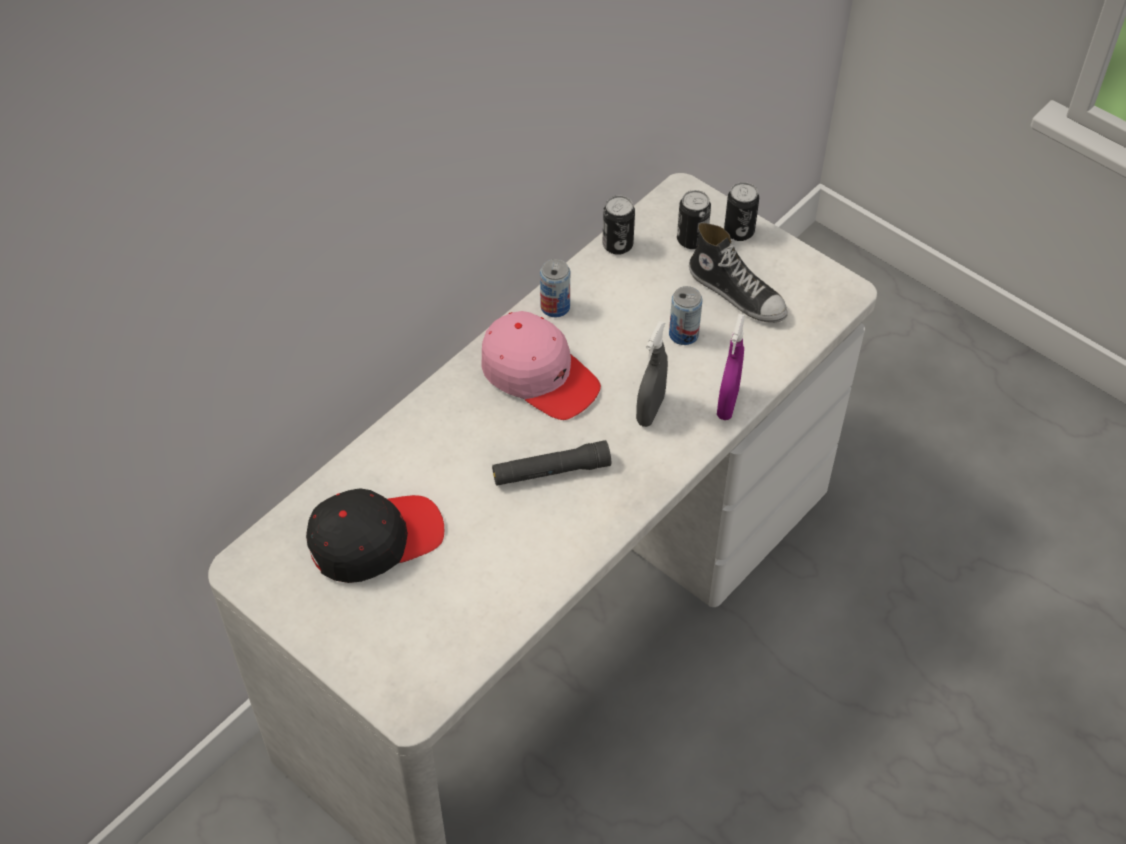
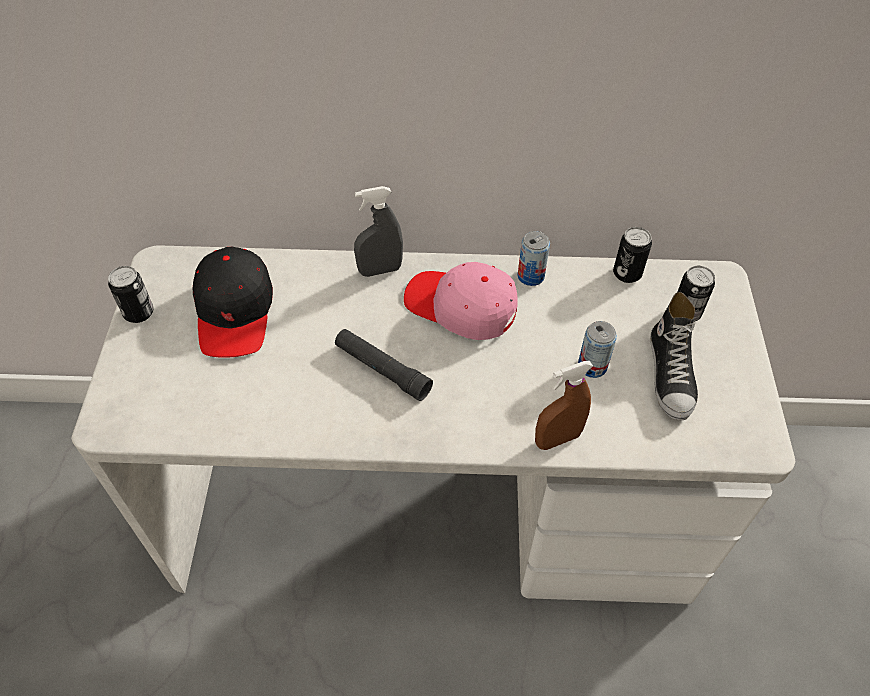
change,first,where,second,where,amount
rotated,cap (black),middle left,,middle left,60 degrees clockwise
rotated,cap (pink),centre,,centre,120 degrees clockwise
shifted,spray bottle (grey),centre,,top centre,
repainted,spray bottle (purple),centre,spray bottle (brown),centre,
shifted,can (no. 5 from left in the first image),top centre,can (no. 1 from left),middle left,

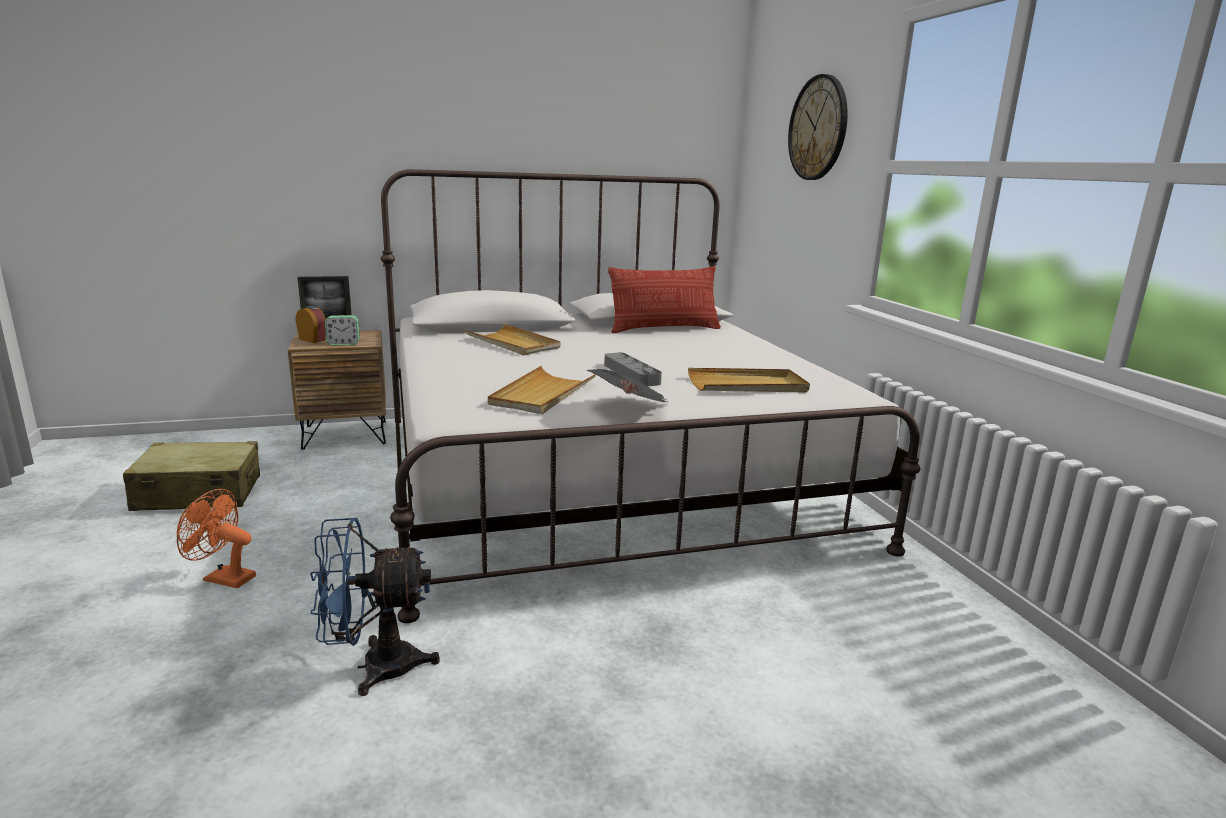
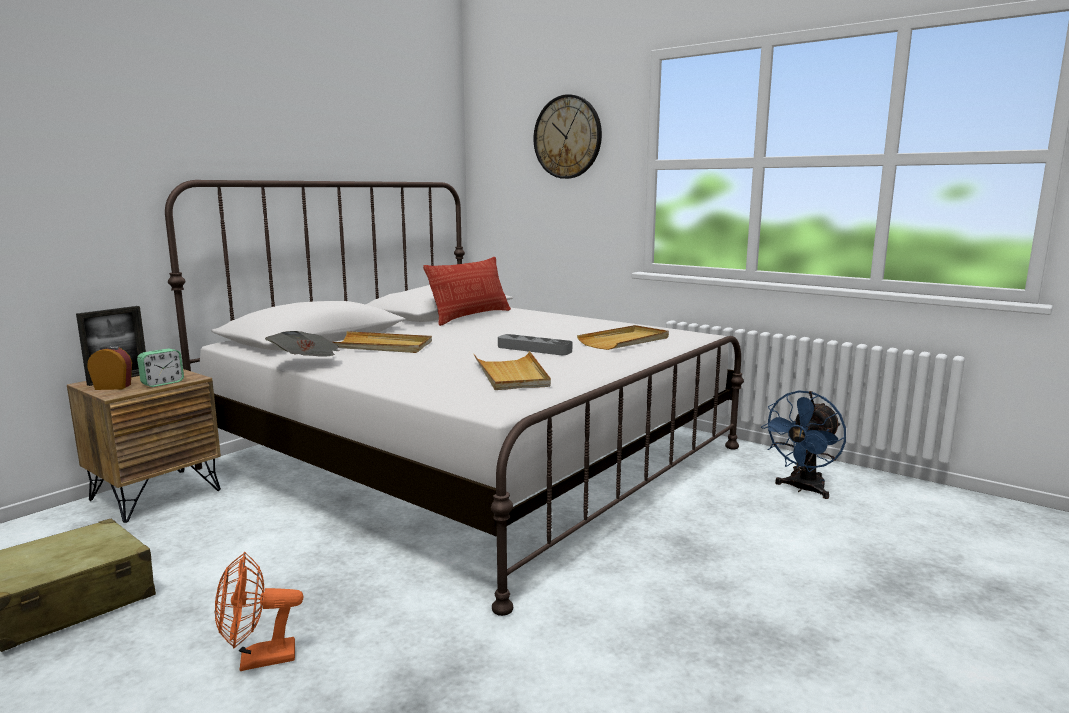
change,first,where,second,where,amount
shifted,fan (blue),bottom left,,middle right,
shifted,newspaper,centre,,middle left,

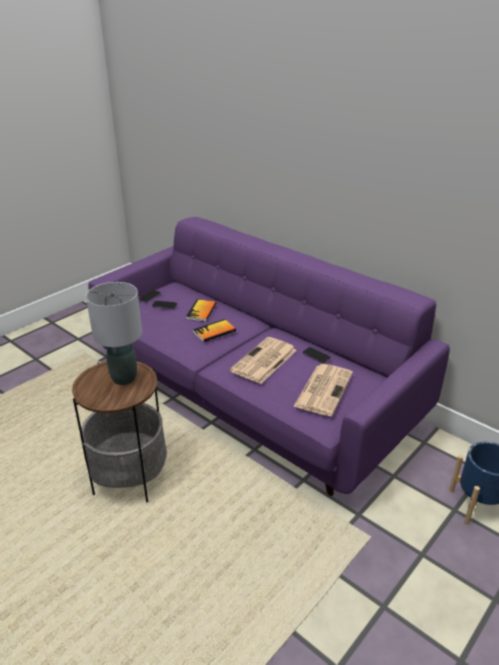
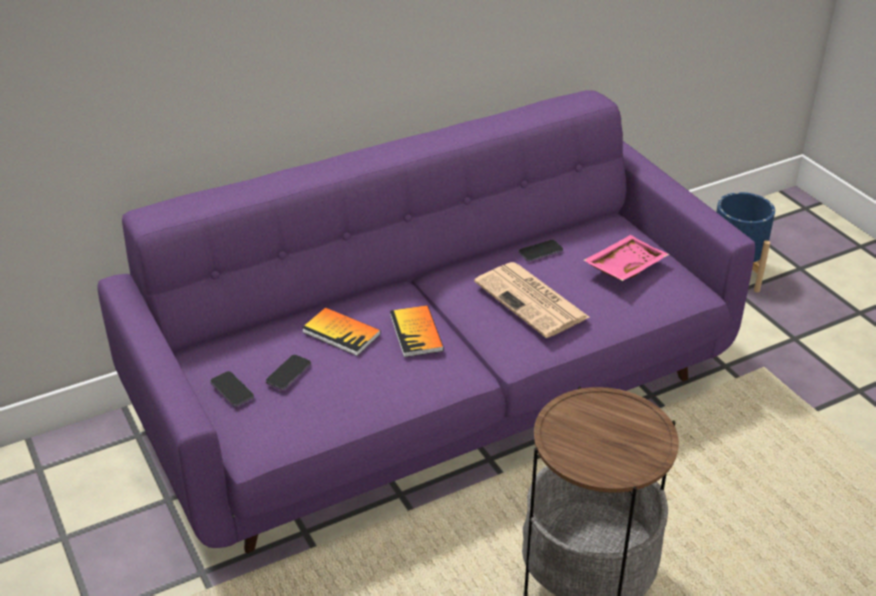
change,first,where,second,where,amount
gone,table lamp (grey),middle left,,,
swapped,newspaper (no. 2 from left),centre,tray (pink),middle right,

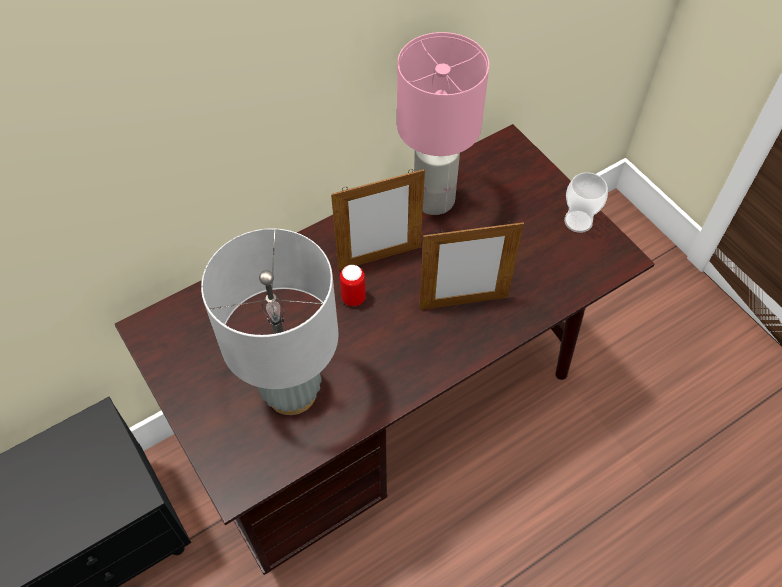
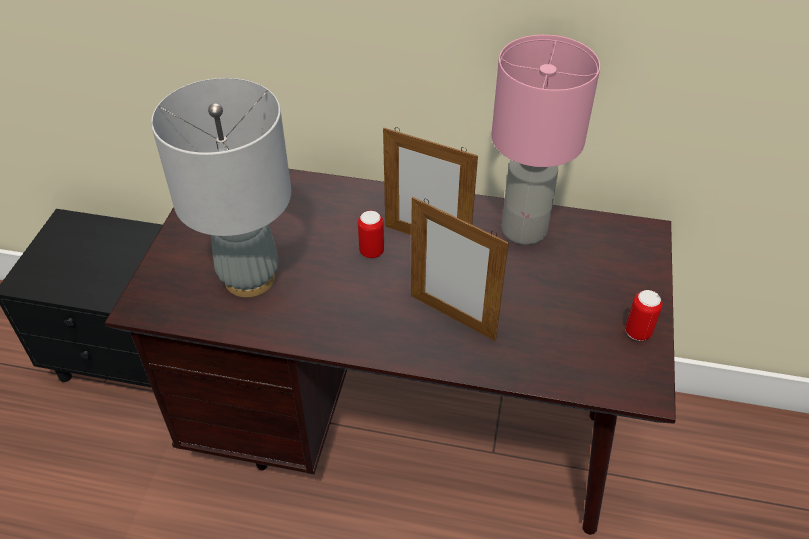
change,first,where,second,where,amount
swapped,cup,middle right,can (no. 2 from left),middle right,

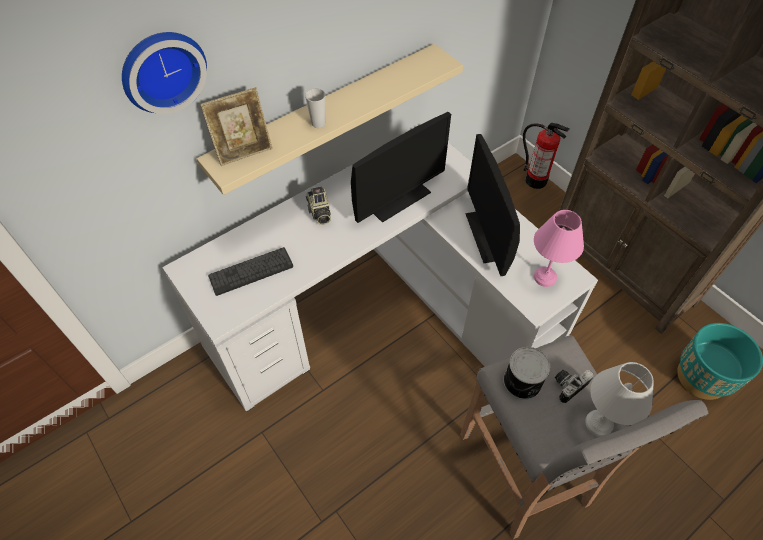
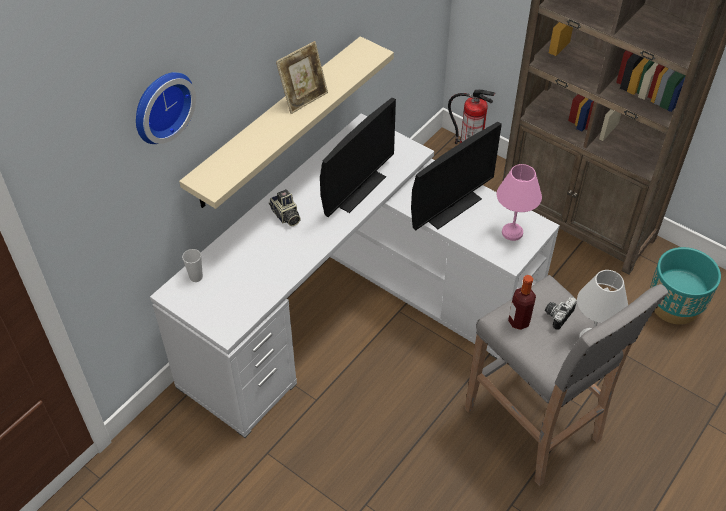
change,first,where,second,where,amount
shifted,picture frame,top left,,top centre,
gone,keyboard,middle left,,,
shifted,cup,top centre,,middle left,
rotated,monitor (no. 2 from left),centre,,centre,105 degrees counterclockwise
swapped,can,bottom right,bottle,middle right,

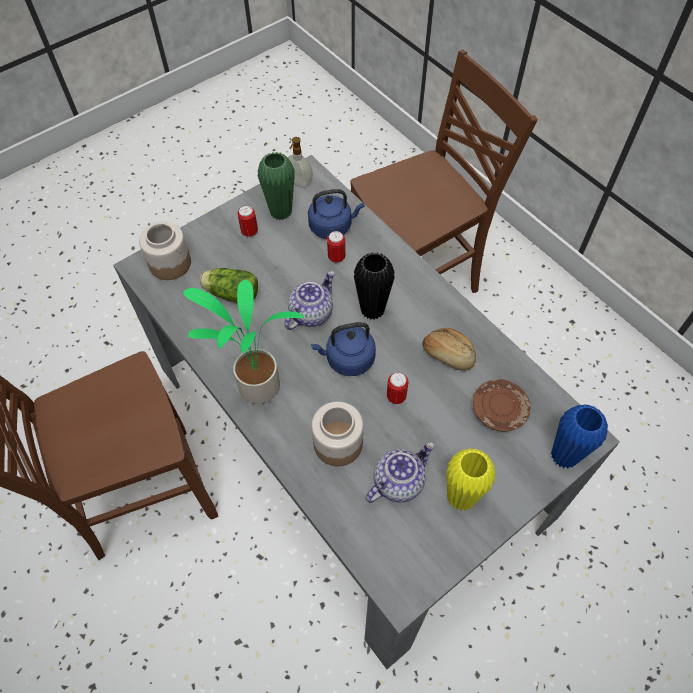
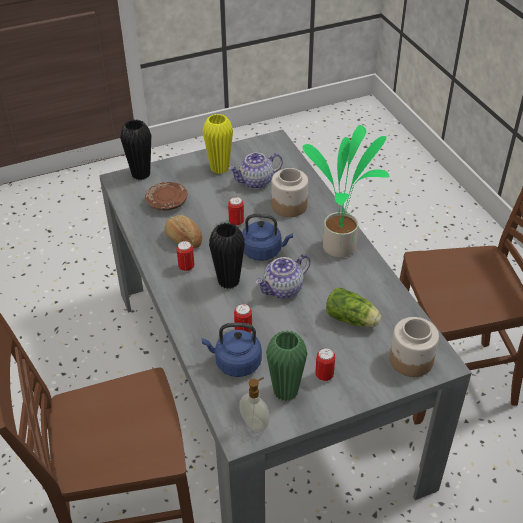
change,first,where,second,where,amount
repainted,vase (blue),middle right,vase (black) (no. 1 from left),top left,
new,,,can (no. 1 from left),centre,

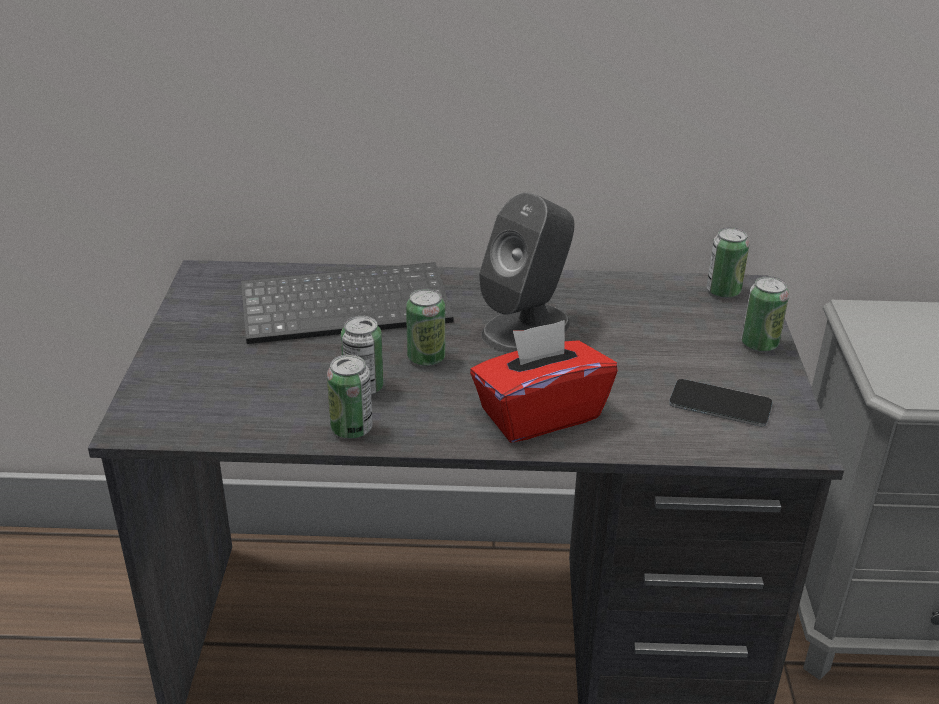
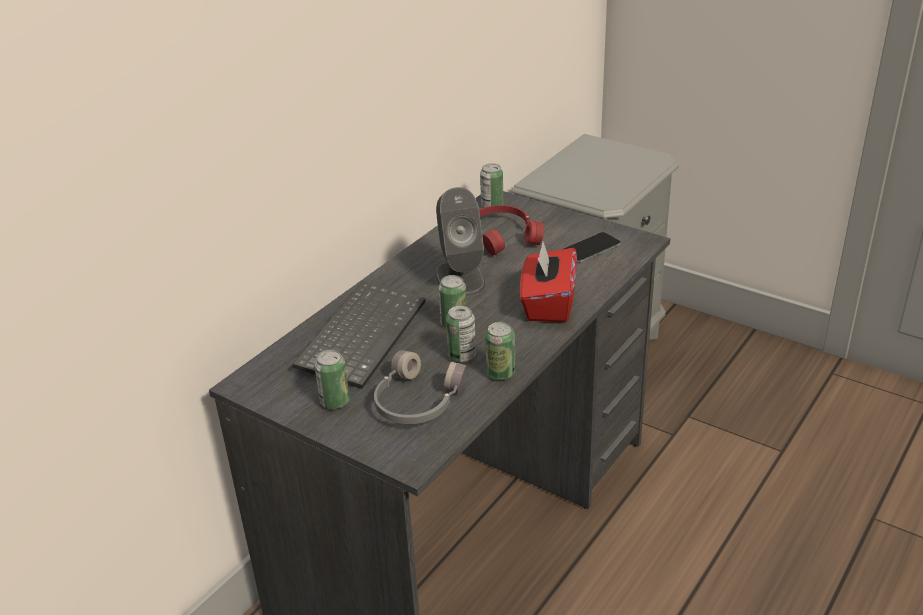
change,first,where,second,where,amount
shifted,can (no. 5 from left in the first image),middle right,can (no. 1 from left),centre,
new,,,headphones (grey),centre,
new,,,headphones (red),centre,

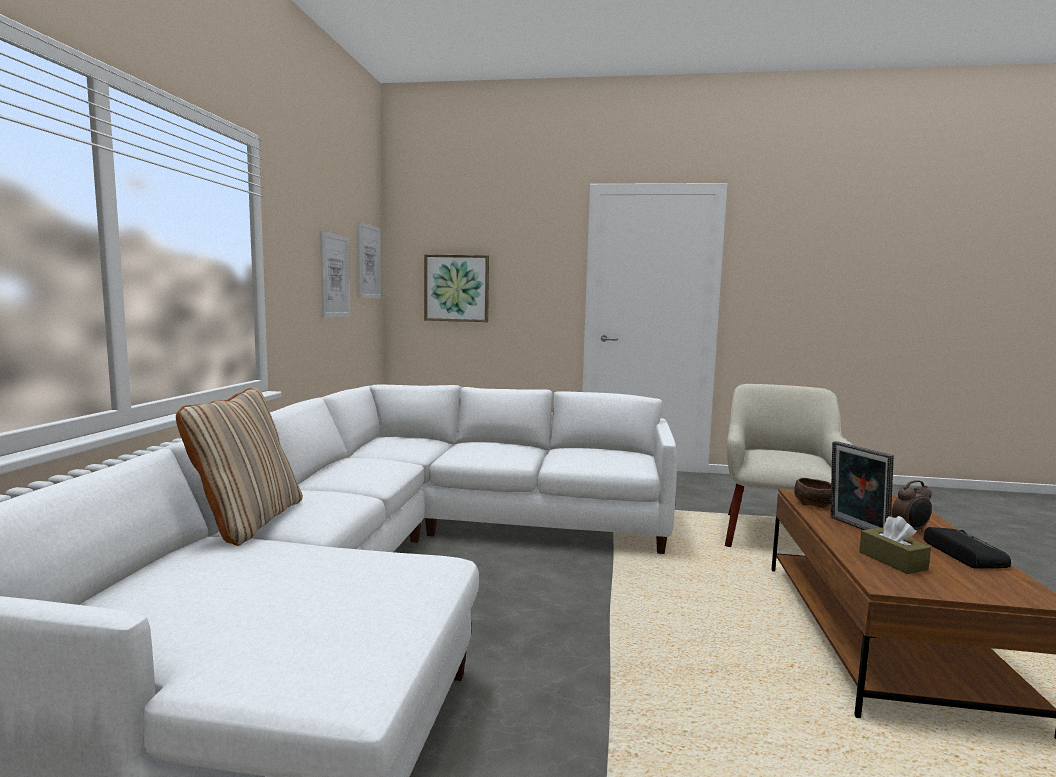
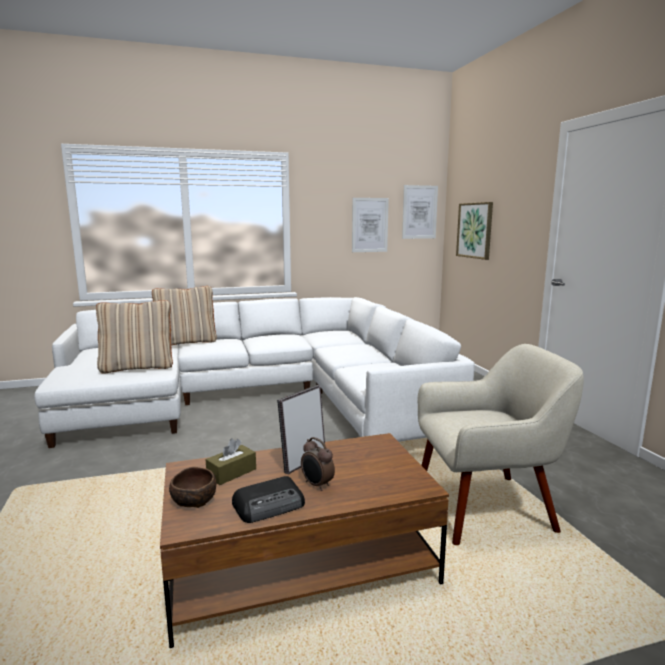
change,first,where,second,where,amount
shifted,bowl (brown),middle right,,bottom left,
new,,,pillow (beige) (no. 1 from left),middle left,

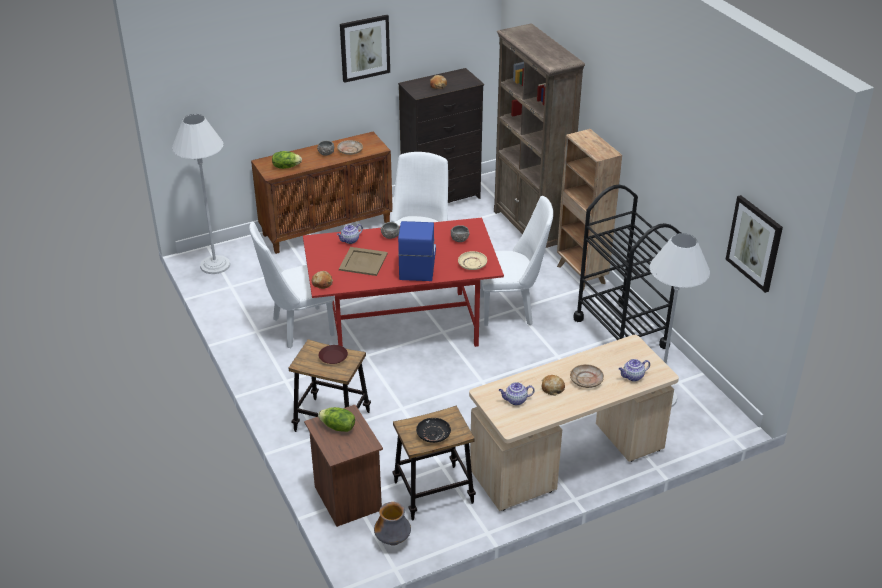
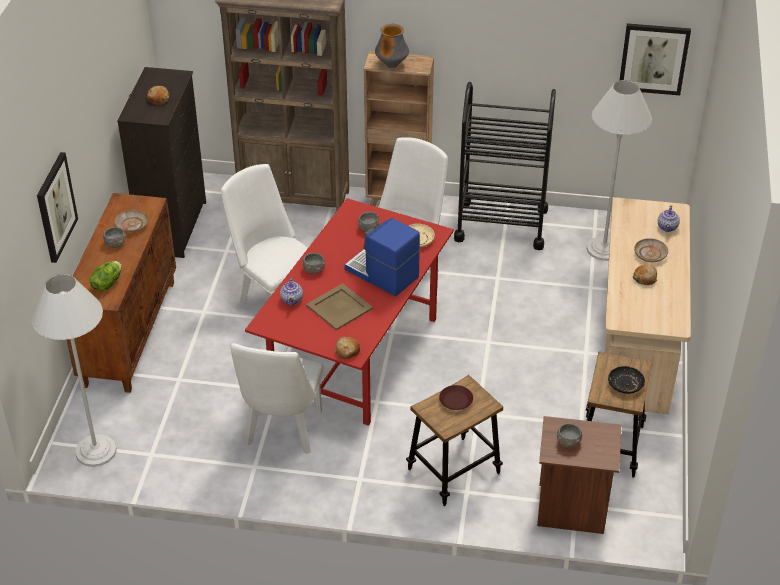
change,first,where,second,where,amount
swapped,lettuce (no. 2 from left),bottom centre,bowl (grey) (no. 4 from left),bottom right,
shifted,picture (no. 1 from left),top centre,,middle left,
shifted,vase,bottom centre,,top centre,
gone,teapot (no. 2 from left),bottom centre,,,

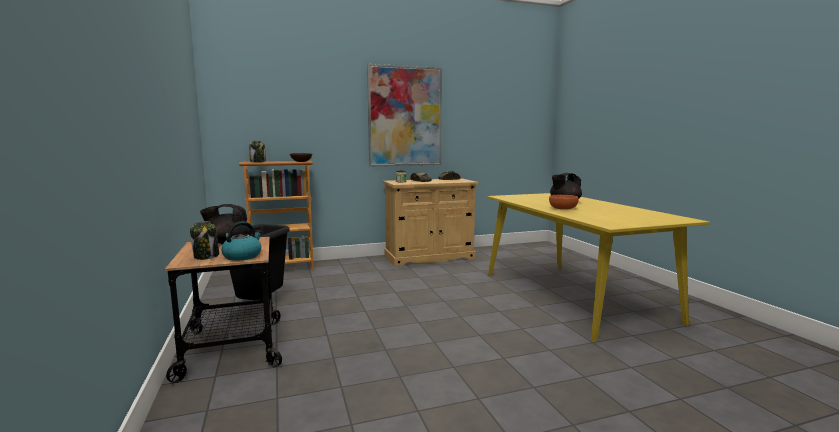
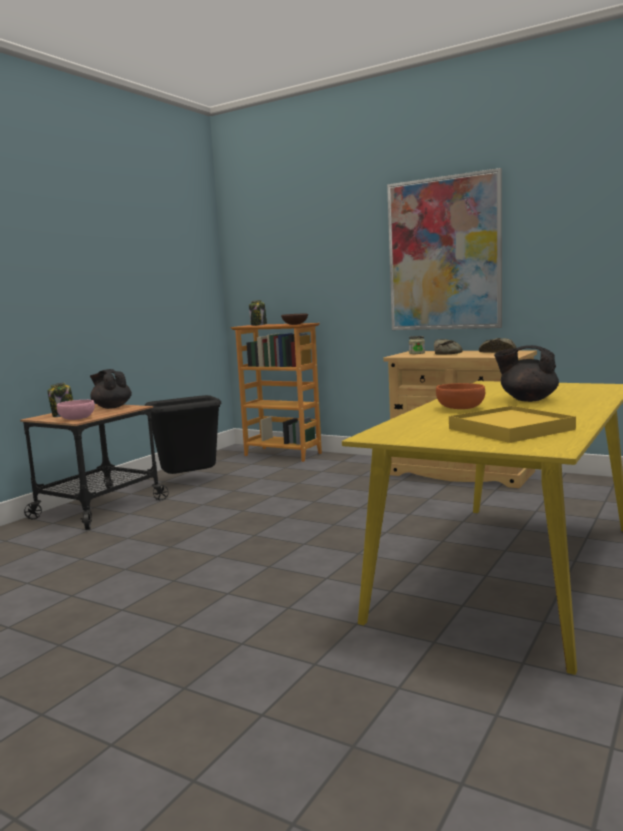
change,first,where,second,where,amount
swapped,kettle,middle left,bowl (pink),middle left,
new,,,tray (yellow),middle right,

